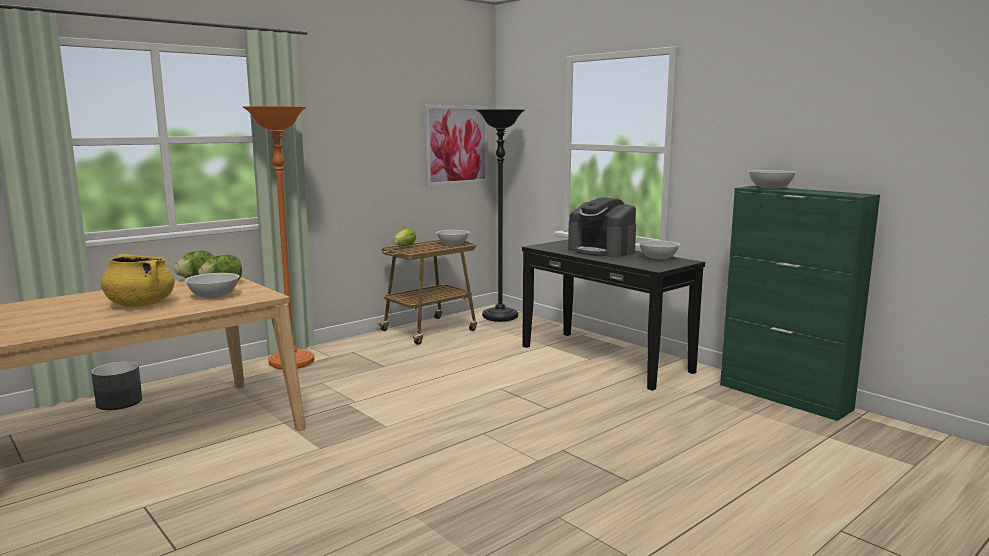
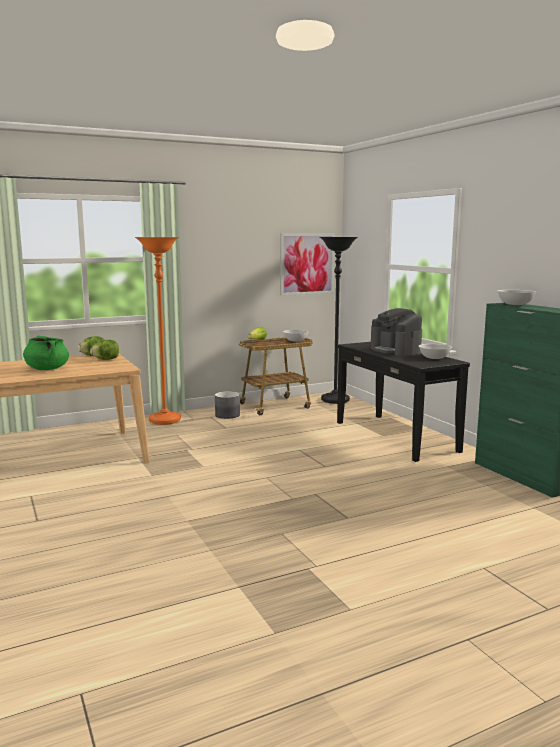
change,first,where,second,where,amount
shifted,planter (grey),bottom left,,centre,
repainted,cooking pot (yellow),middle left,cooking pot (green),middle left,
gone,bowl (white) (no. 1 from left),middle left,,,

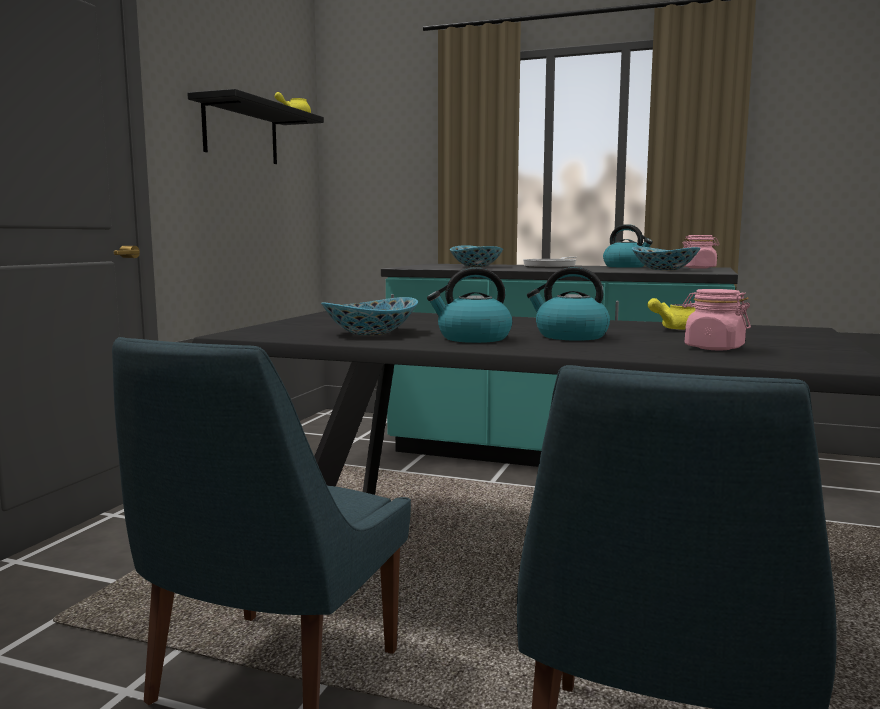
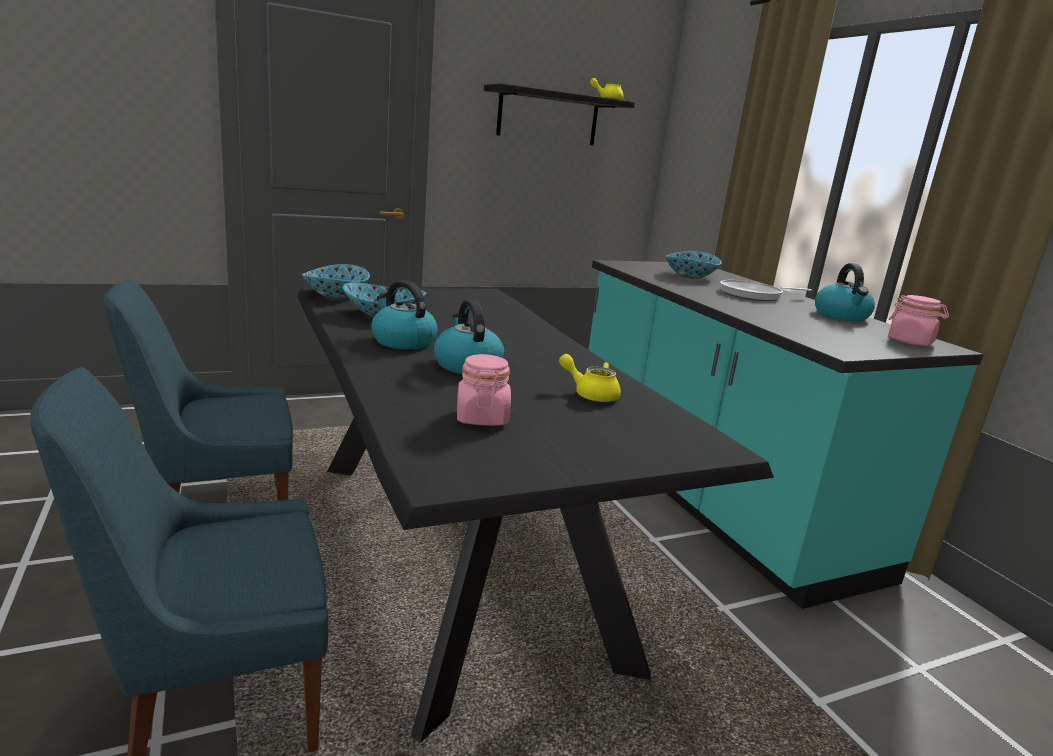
change,first,where,second,where,amount
shifted,bowl (no. 3 from left in the first image),middle right,bowl (no. 1 from left),middle left,

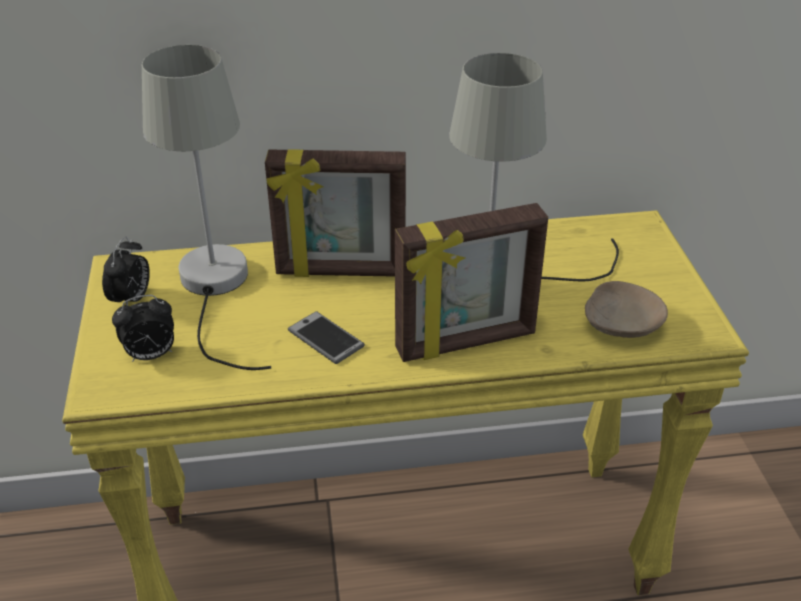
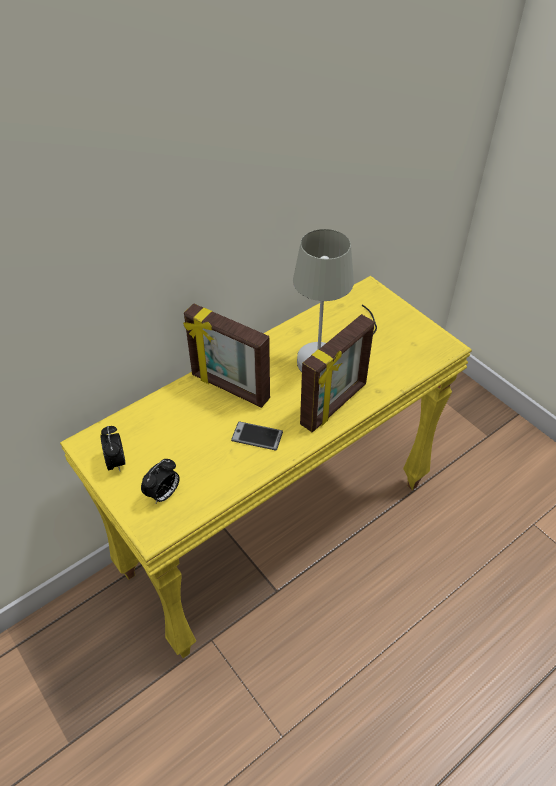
change,first,where,second,where,amount
gone,table lamp (grey) (no. 1 from left),middle left,,,
rotated,picture frame (no. 1 from left),centre,,centre,60 degrees clockwise
gone,bowl (beige),middle right,,,

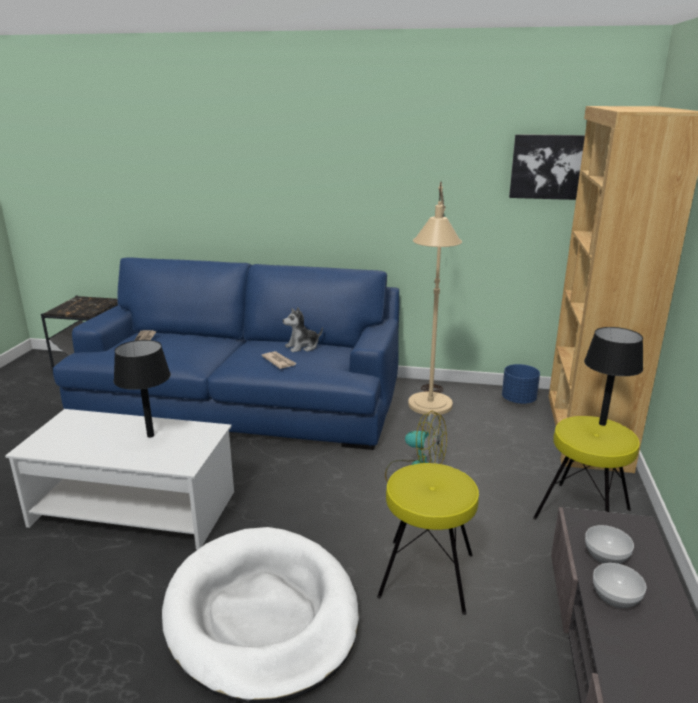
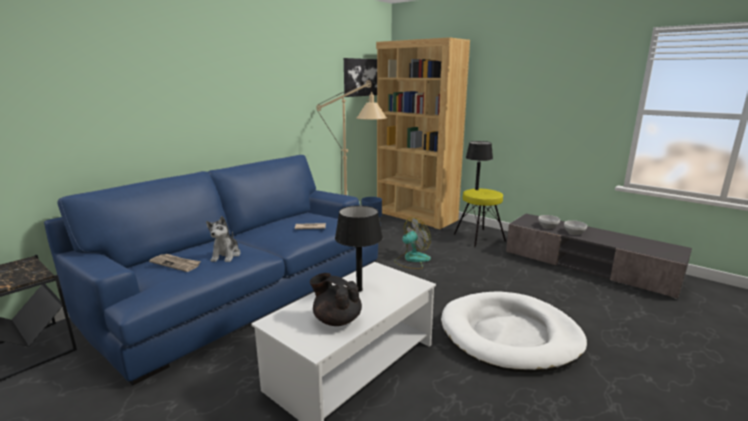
change,first,where,second,where,amount
shifted,plush toy,centre,,middle left,
gone,stool (yellow) (no. 1 from left),bottom centre,,,
new,,,teapot (black),bottom centre,

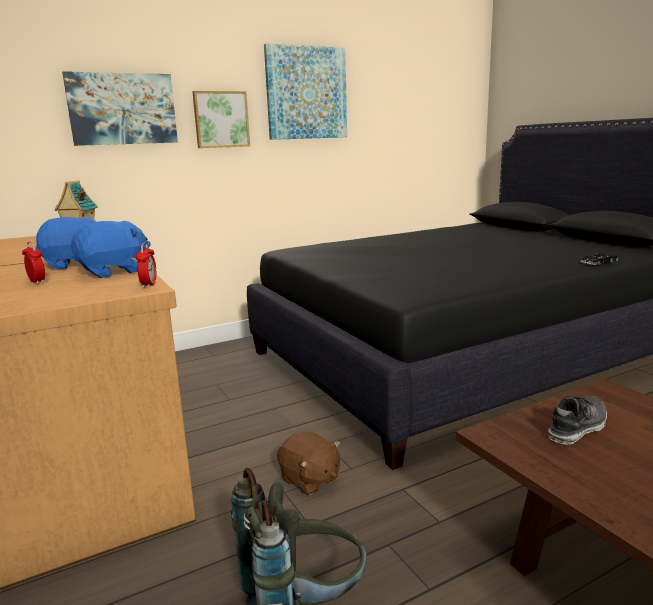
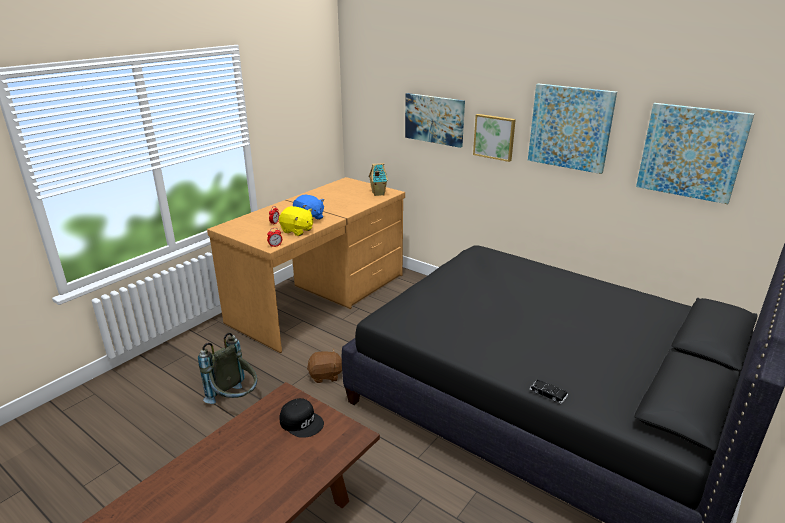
change,first,where,second,where,amount
repainted,plush toy (blue) (no. 2 from left),middle left,plush toy (yellow),centre,
rotated,plush toy (brown),bottom centre,,bottom centre,120 degrees counterclockwise
swapped,shoe,bottom right,cap (black),bottom centre,
new,,,picture (no. 4 from left),top right,

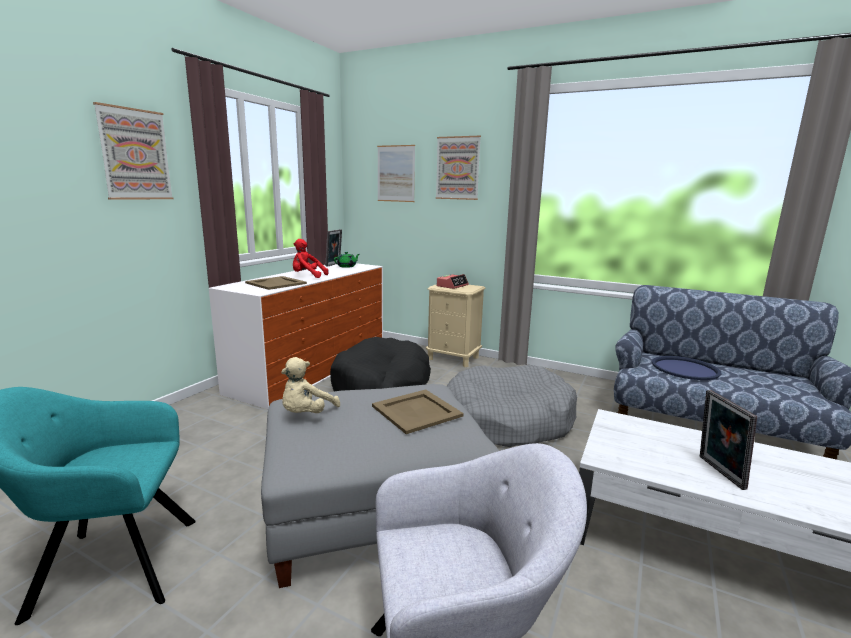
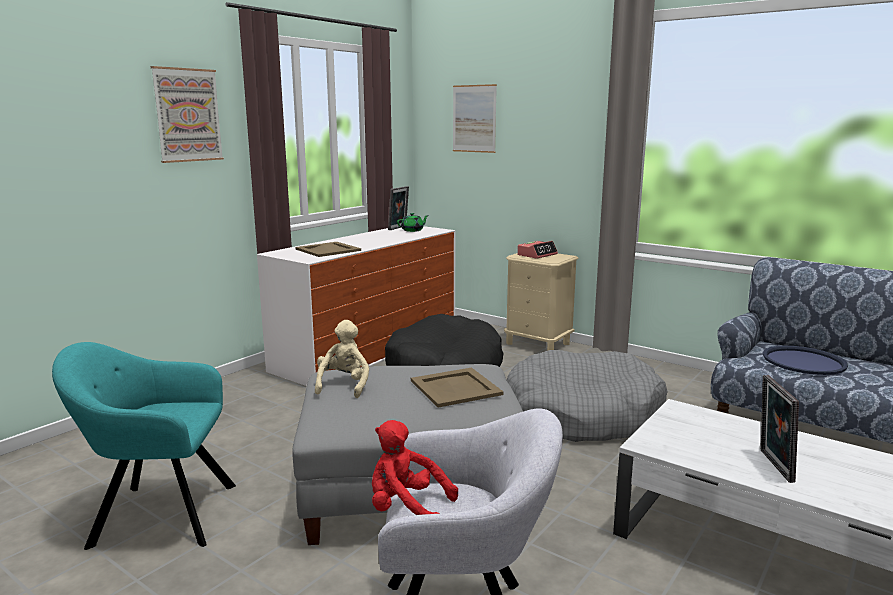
change,first,where,second,where,amount
rotated,plush toy (beige),centre,,centre,150 degrees clockwise
shifted,plush toy (red),centre,,bottom centre,
gone,picture (no. 3 from left),top centre,,,

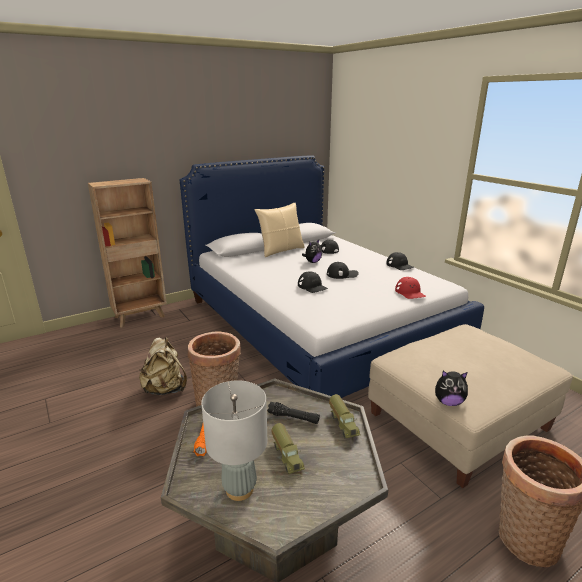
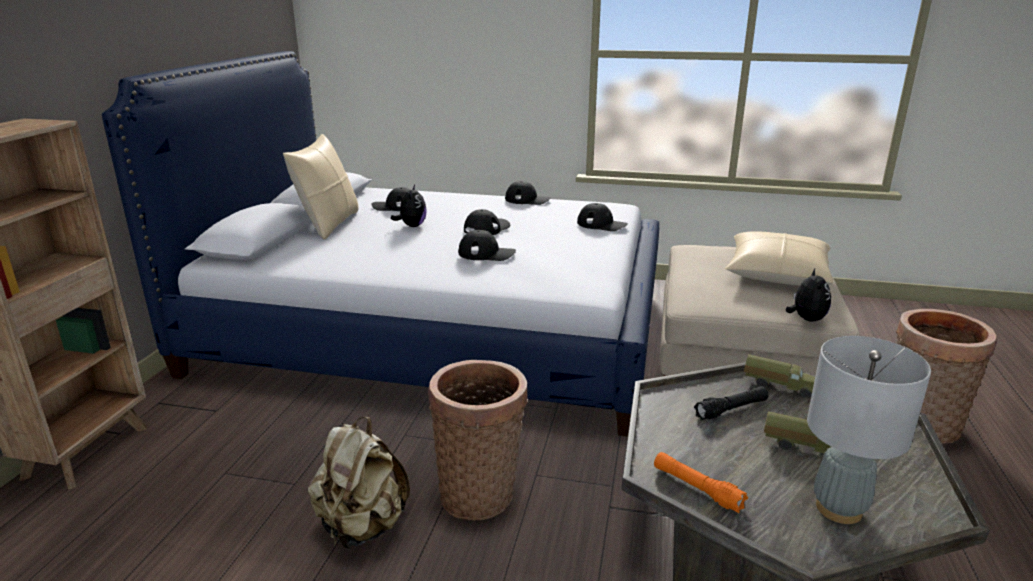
change,first,where,second,where,amount
repainted,cap (red),middle right,cap (black) (no. 5 from left),centre,
rotated,plush toy (no. 2 from left),bottom right,,middle right,45 degrees counterclockwise
new,,,pillow (beige) (no. 2 from left),middle right,

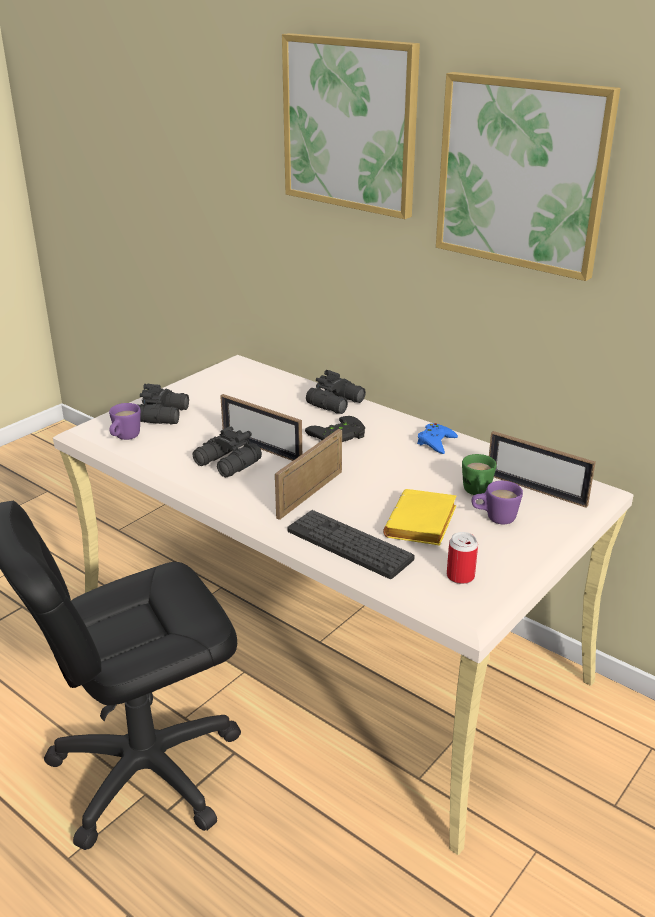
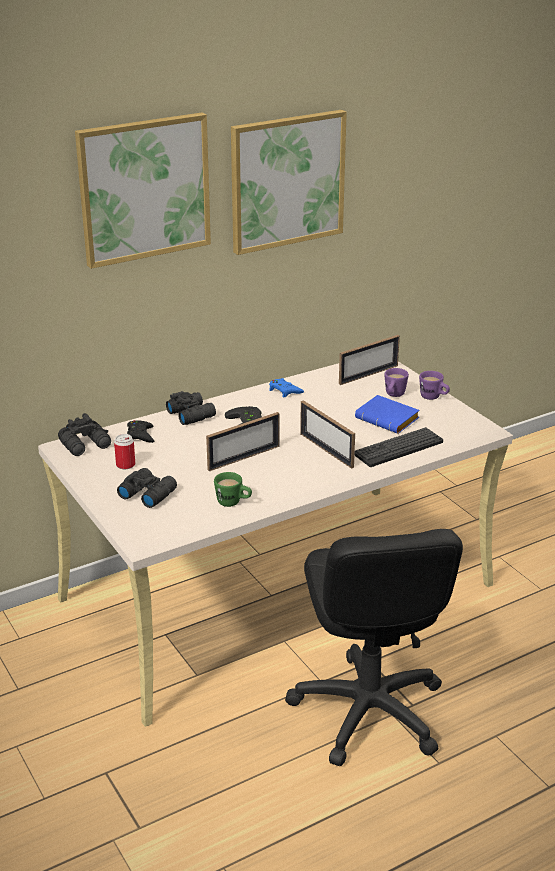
change,first,where,second,where,amount
shifted,mug (purple) (no. 1 from left in the first image),middle left,mug (purple) (no. 2 from left),middle right,
shifted,binoculars (black) (no. 2 from left in the first image),centre,binoculars (black) (no. 1 from left),middle left,
repainted,book (yellow),centre,book (blue),middle right,
shifted,can,middle right,,middle left,
shifted,mug (green),middle right,,centre,
new,,,game controller (black) (no. 1 from left),middle left,

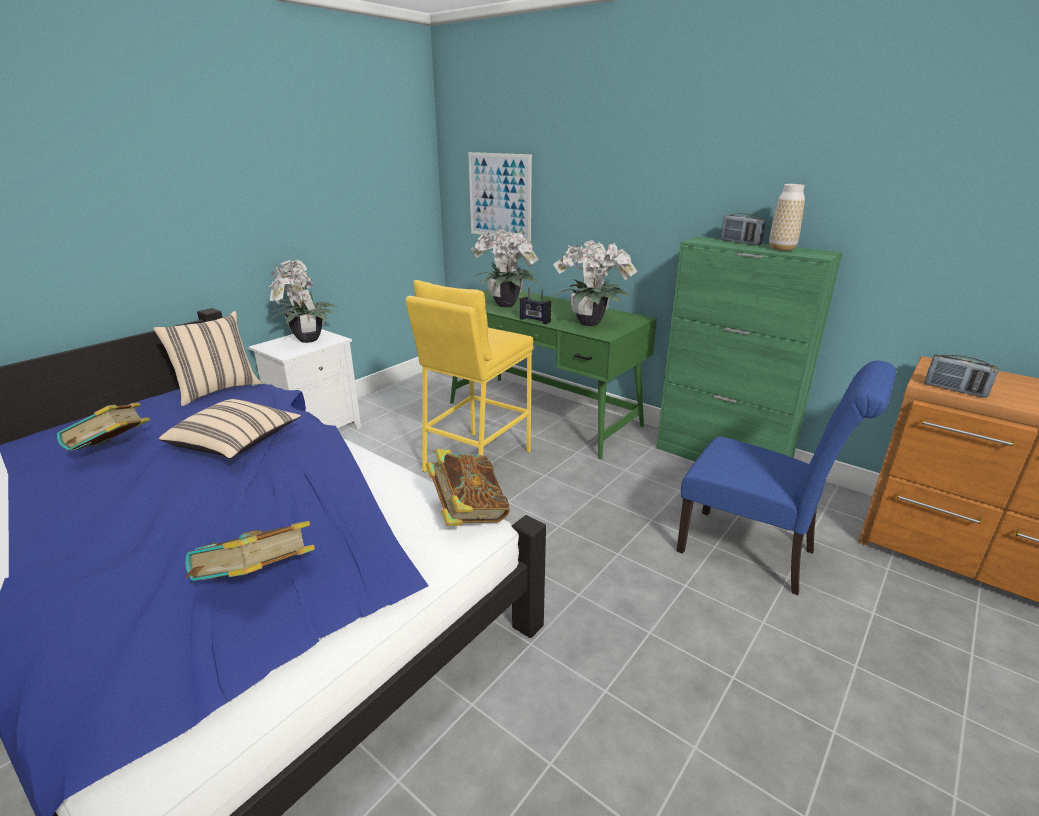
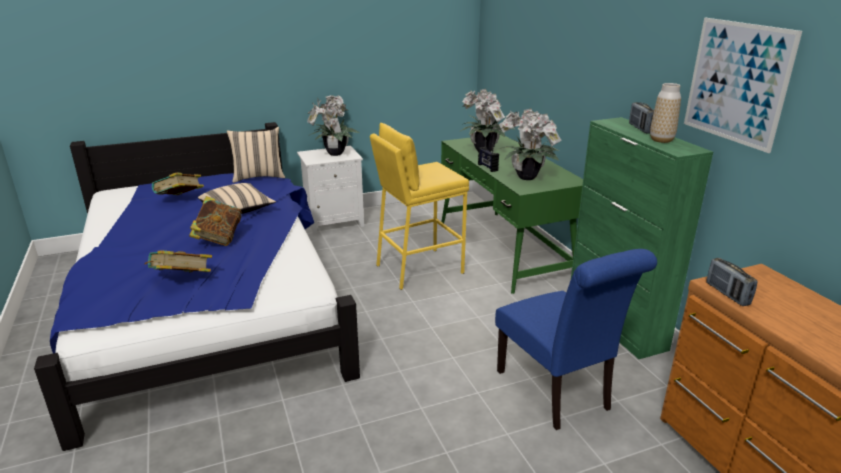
change,first,where,second,where,amount
shifted,book (no. 3 from left),centre,,middle left,
shifted,picture,top centre,,top right,

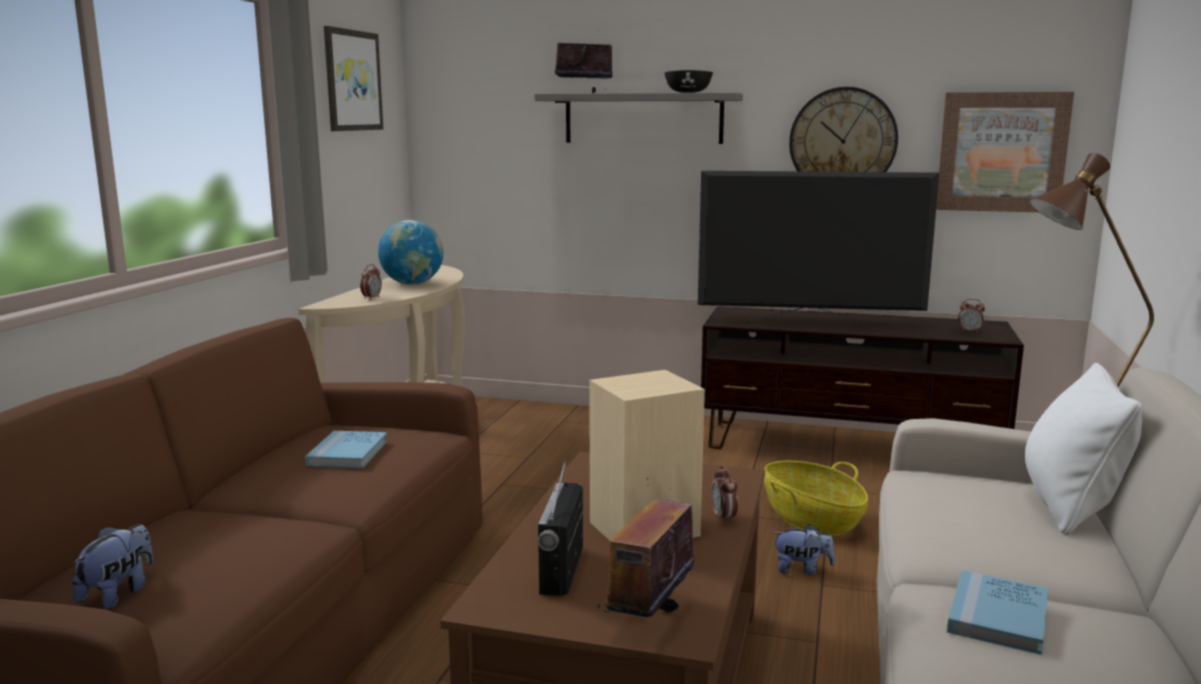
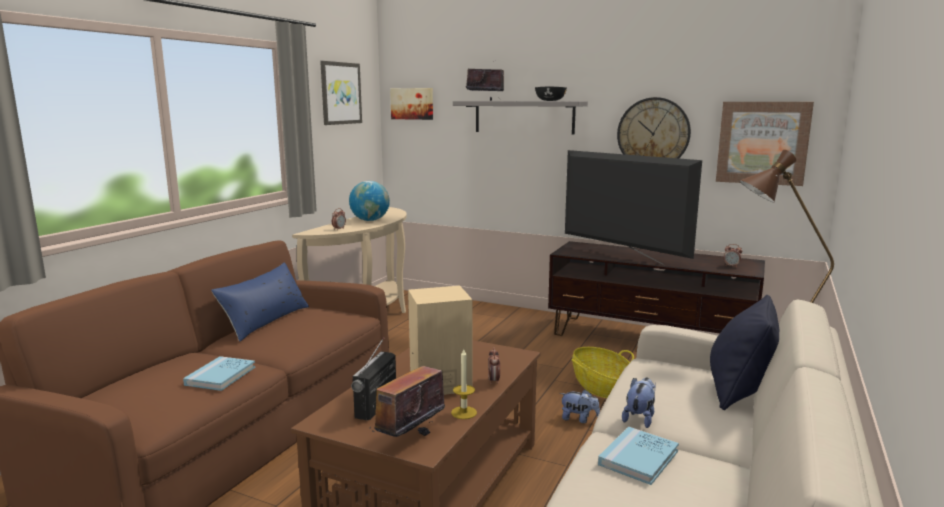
change,first,where,second,where,amount
shifted,plush toy (no. 1 from left in the first image),bottom left,plush toy (no. 2 from left),bottom right,
shifted,book (blue) (no. 1 from left),middle left,,bottom left,
rotated,television,middle right,,middle right,150 degrees counterclockwise
repainted,pillow (white),middle right,pillow (black),bottom right,
new,,,pillow (blue),middle left,
new,,,picture (no. 2 from left),top centre,
new,,,candle,bottom centre,

